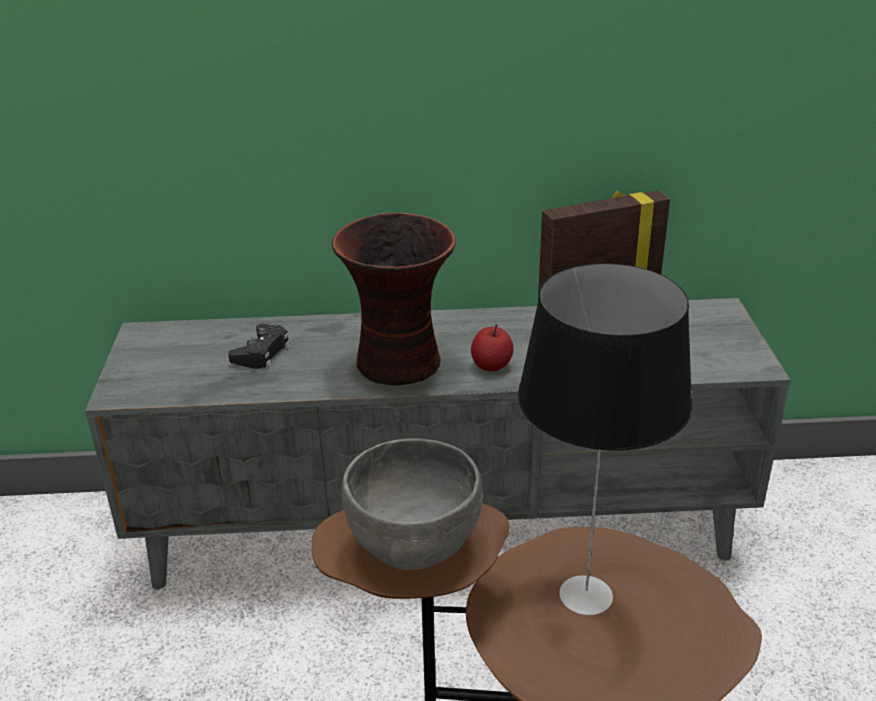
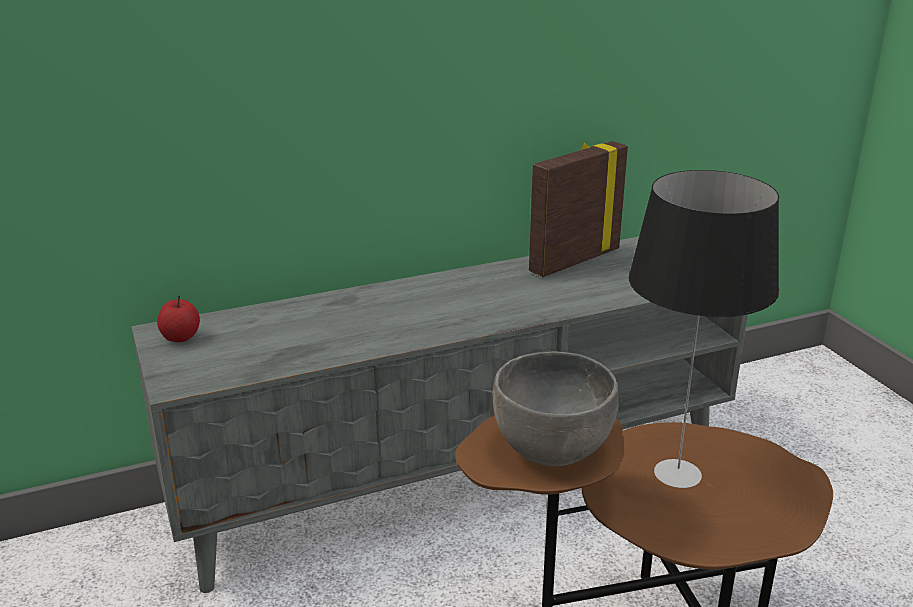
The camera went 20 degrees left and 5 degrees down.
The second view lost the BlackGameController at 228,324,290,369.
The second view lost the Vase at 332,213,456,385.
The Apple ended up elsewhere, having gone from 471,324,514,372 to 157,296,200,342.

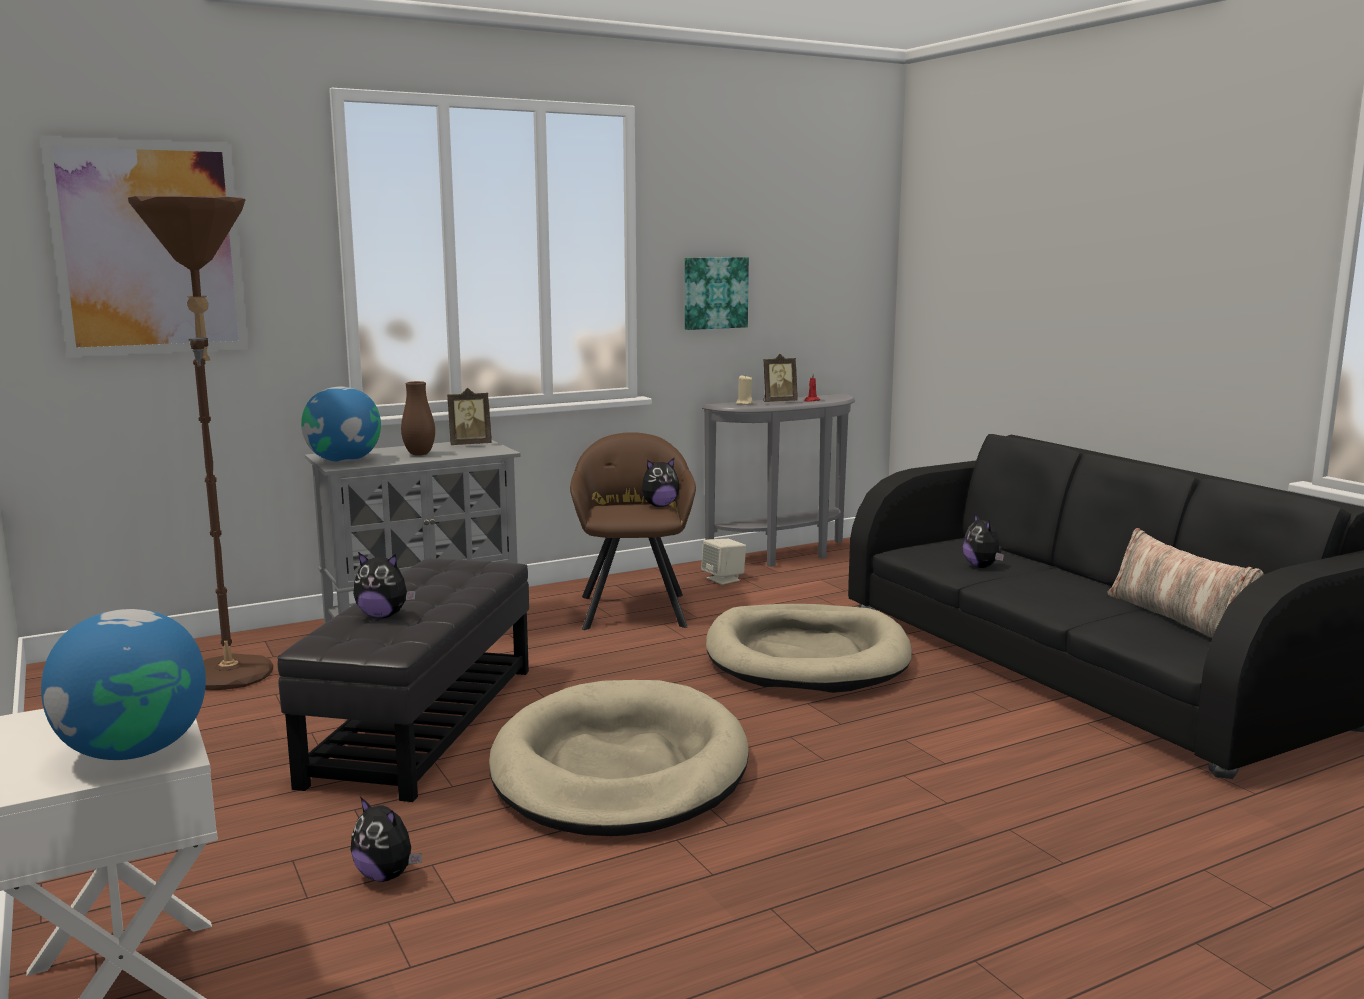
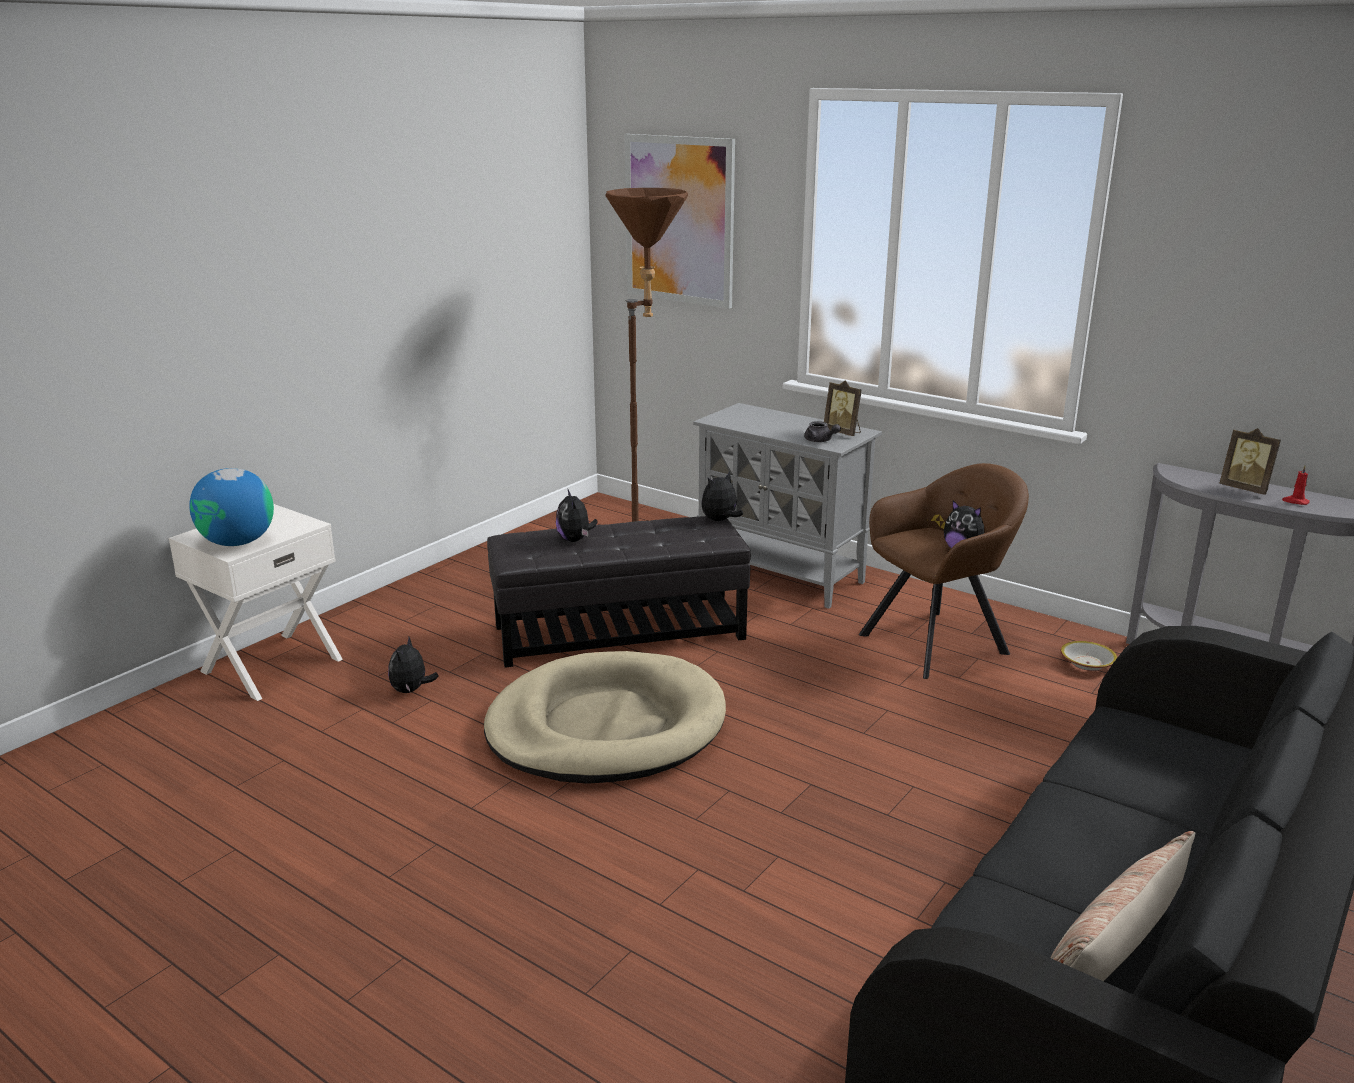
The camera went 65 degrees right and 10 degrees up.
The second view lost the Globe at 301,387,381,462.
The second view lost the BrownVase at 401,381,435,456.
The second view lost the Picture at 685,257,749,330.
The second view lost the BeigeDogBed at 706,604,912,693.
The second view lost the BeigeCandle at 736,375,753,405.
The second view gained the GreyTeapot at 804,421,841,442.
The PlushToy ended up elsewhere, having gone from 963,514,1004,568 to 702,471,743,521.
Where the BeigeSpeaker stood at 701,539,746,585, the Bowl came to stand at 1061,641,1117,671.

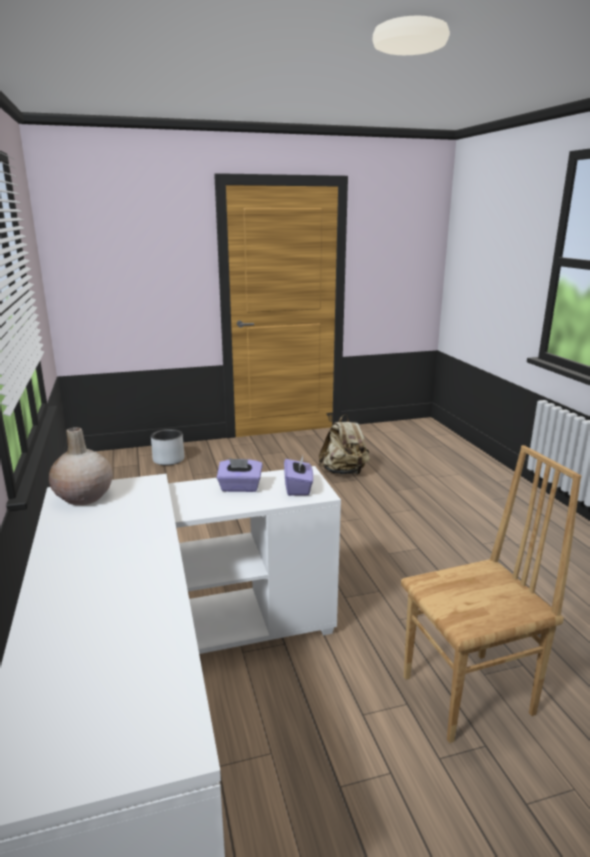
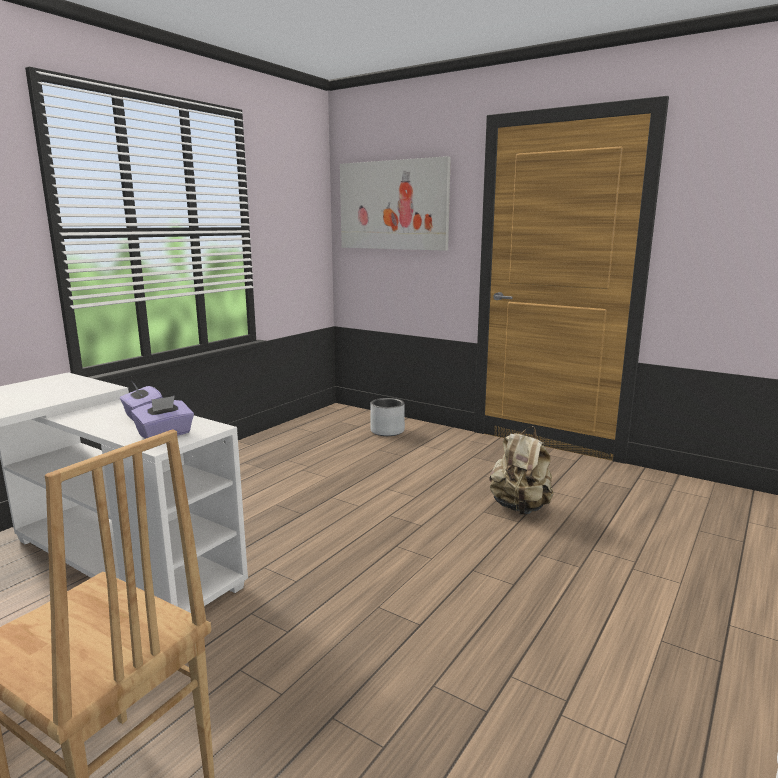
The camera went 50 degrees right and 5 degrees down.
The second view lost the BeigeVase at 49,427,113,505.
The second view gained the Picture at 340,156,451,251.

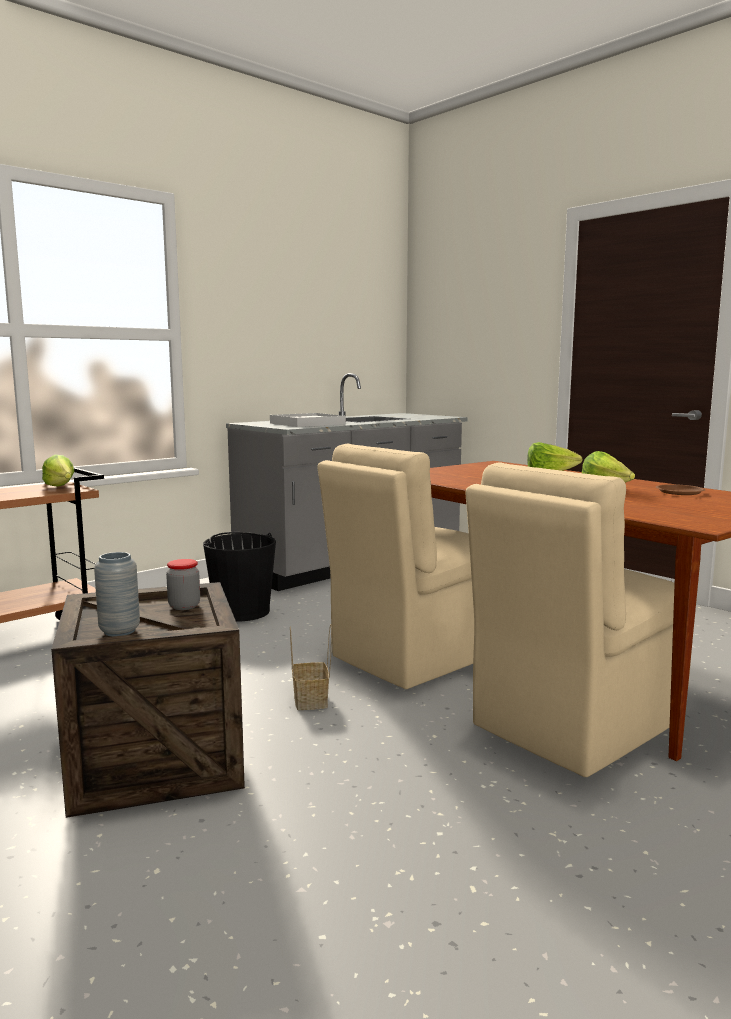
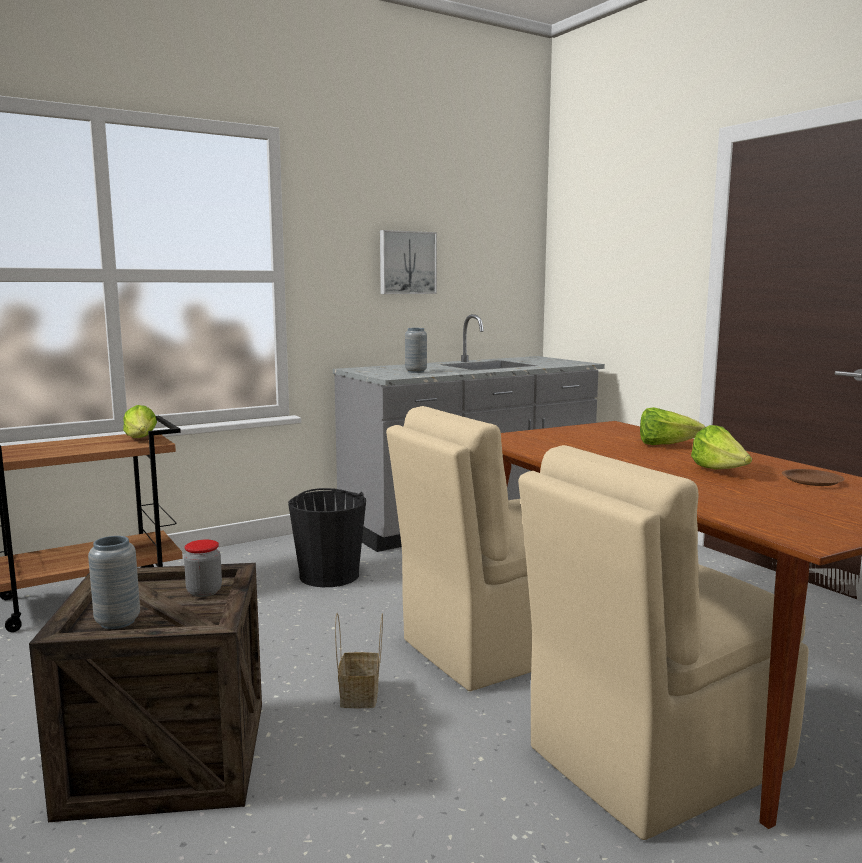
The camera went 10 degrees right and 0 degrees up.
The second view gained the Picture at 380,230,437,294.
Where the WhiteTray stood at 270,413,346,427, the GreyVase came to stand at 405,328,427,373.

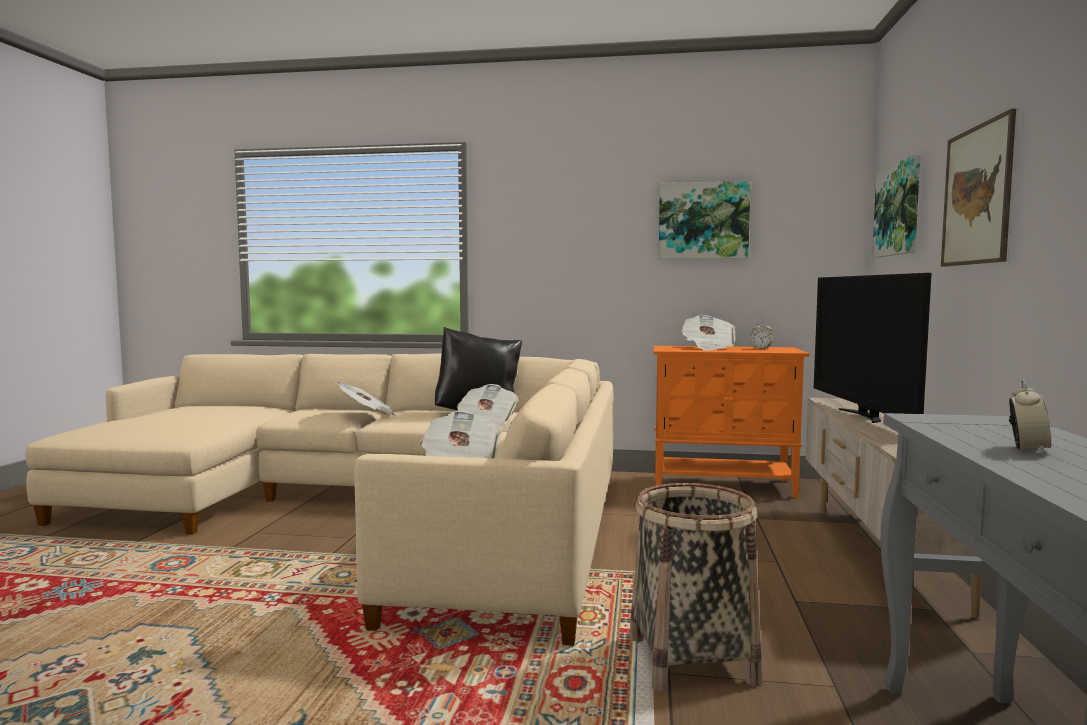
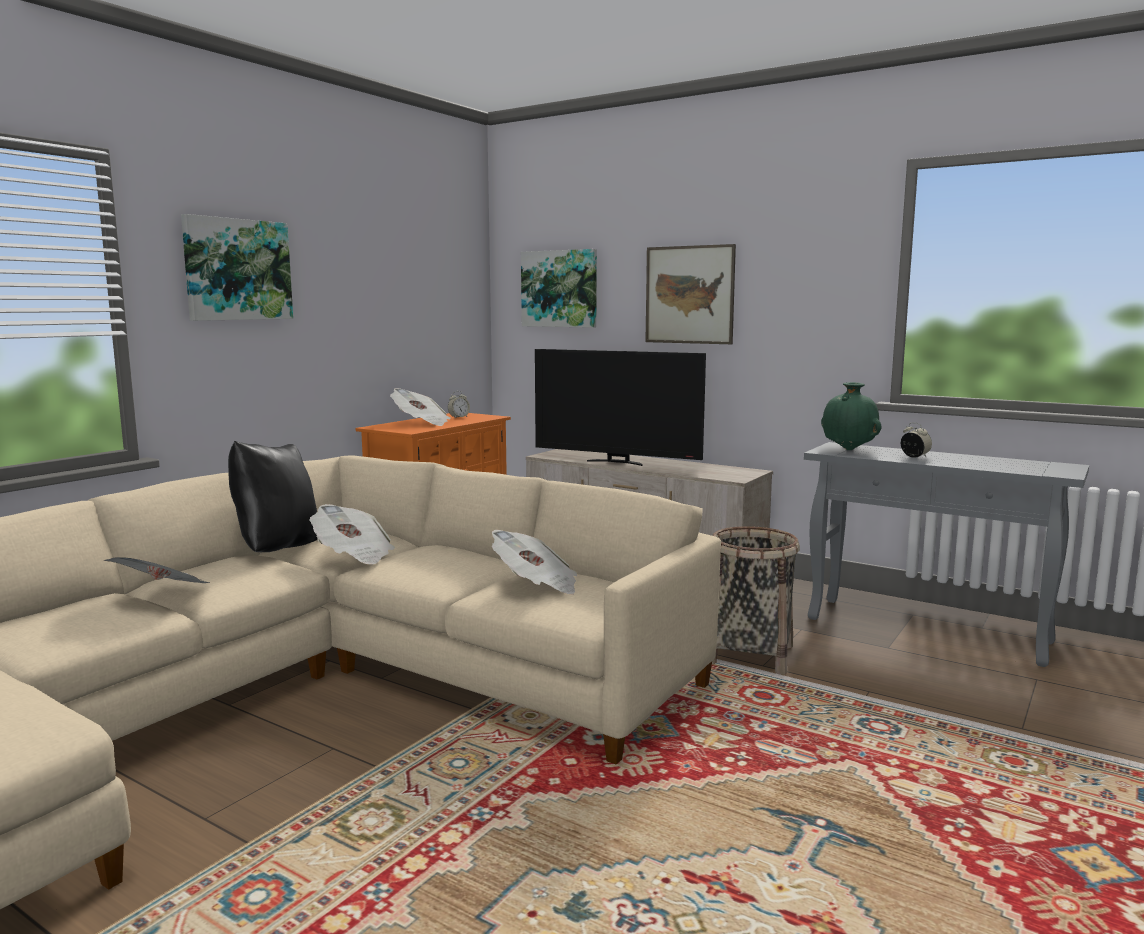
The camera went 65 degrees left and 5 degrees up.
The second view gained the GreenVase at 821,382,881,450.
The Picture ended up elsewhere, having gone from 659,181,751,259 to 181,214,293,321.

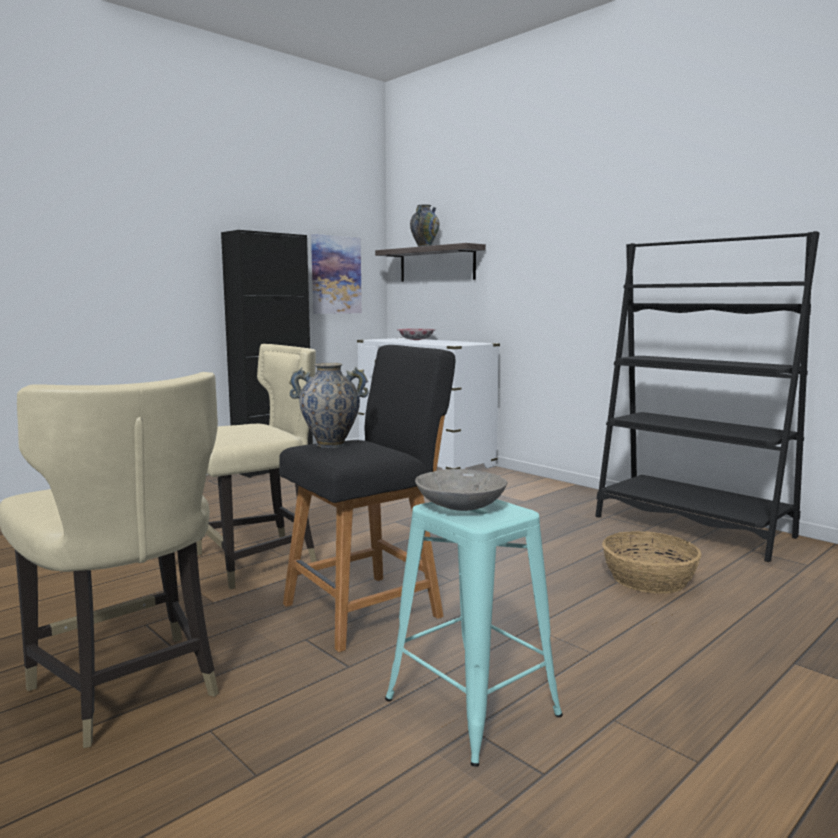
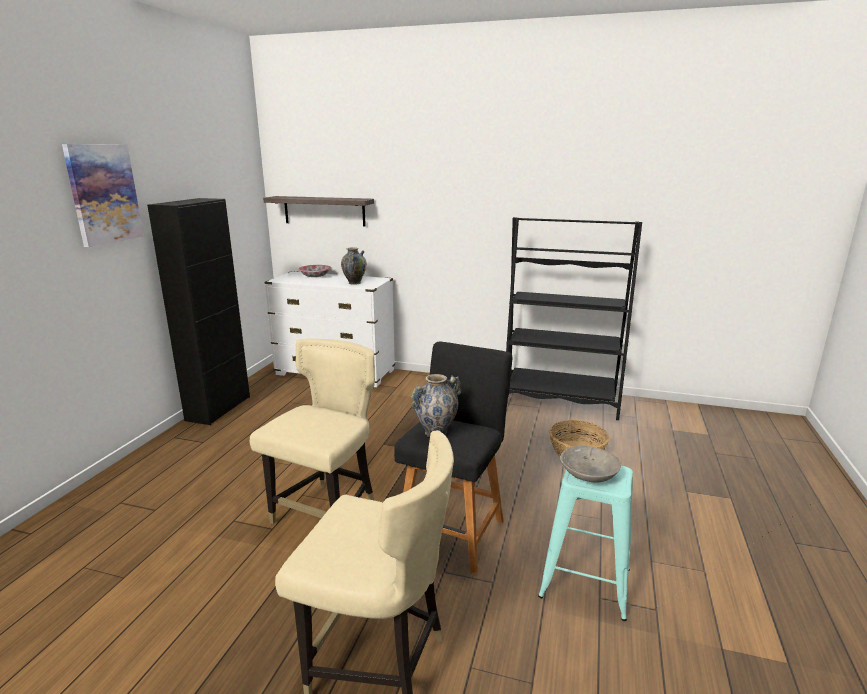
The camera went 30 degrees left and 10 degrees up.
The Picture ended up elsewhere, having gone from 311,234,362,314 to 62,144,144,247.
The Vase ended up elsewhere, having gone from 410,204,439,247 to 341,247,367,285.

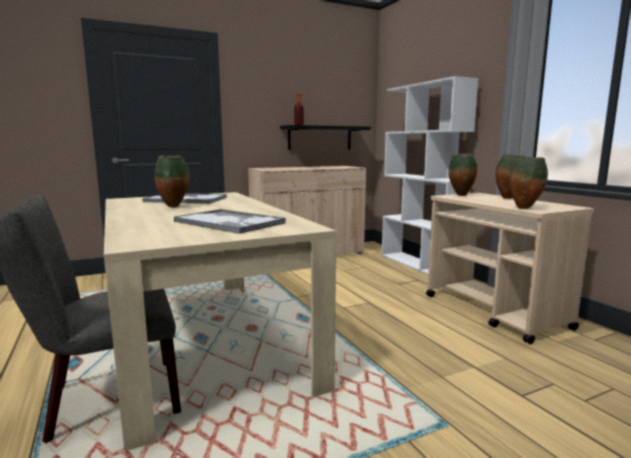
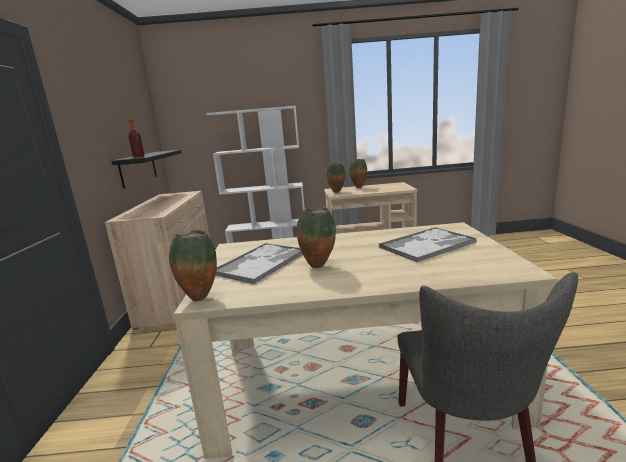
The camera went 65 degrees left and 5 degrees up.
The Vase ended up elsewhere, having gone from 510,156,548,209 to 169,230,217,301.

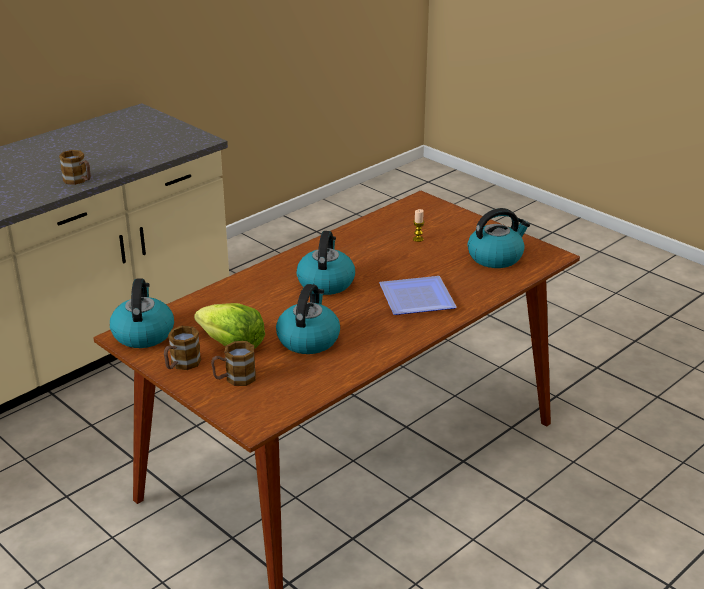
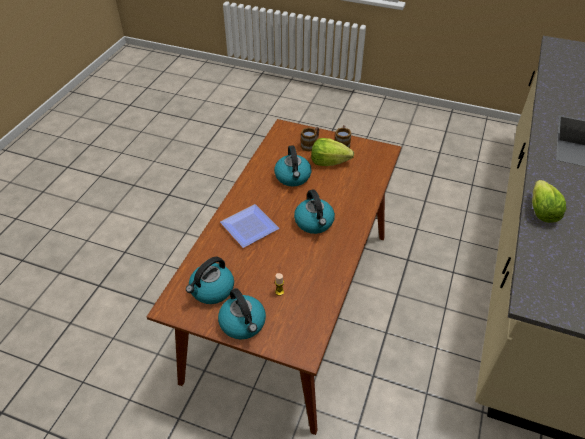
The camera went 155 degrees right and 15 degrees up.
The Kettle ended up elsewhere, having gone from 110,278,174,348 to 218,288,266,340.
Where the Mug stood at 59,150,91,185, the Lettuce came to stand at 532,180,566,223.

